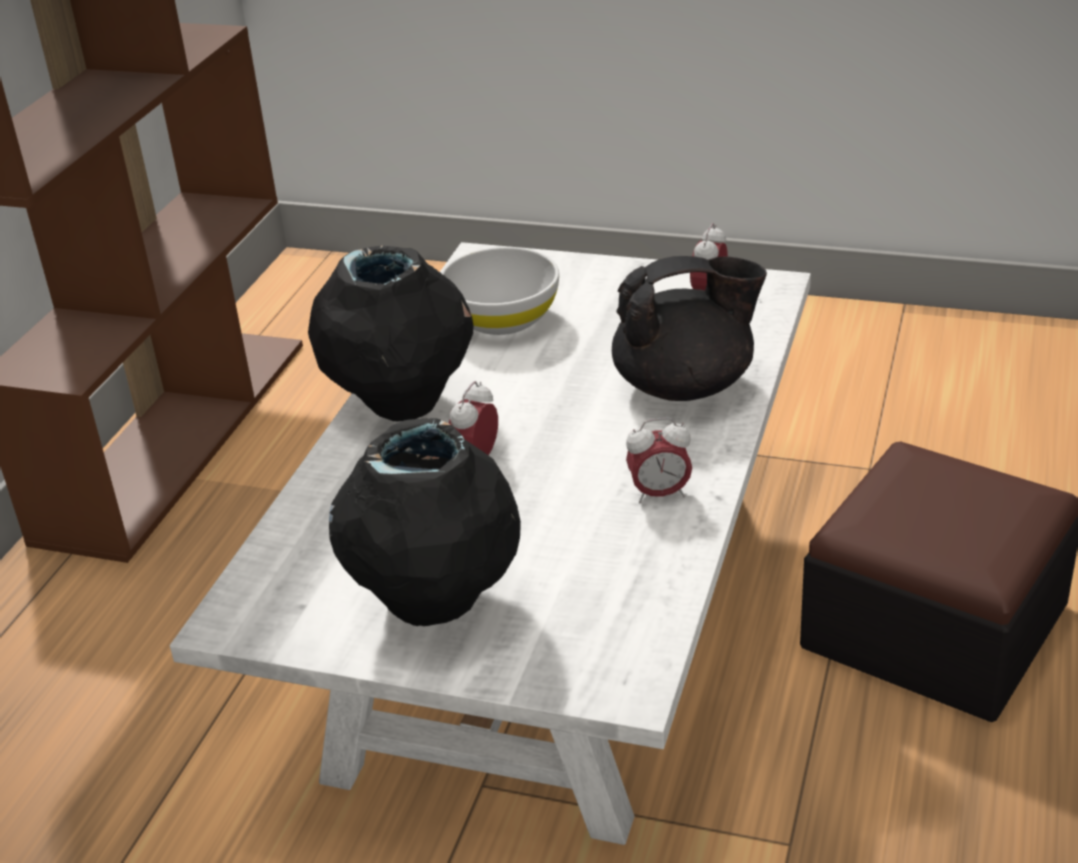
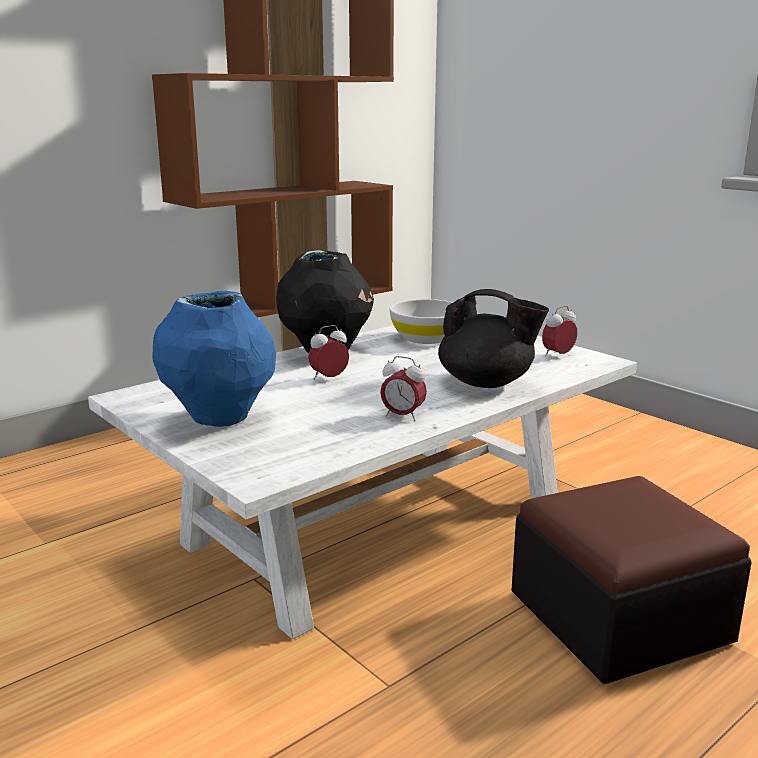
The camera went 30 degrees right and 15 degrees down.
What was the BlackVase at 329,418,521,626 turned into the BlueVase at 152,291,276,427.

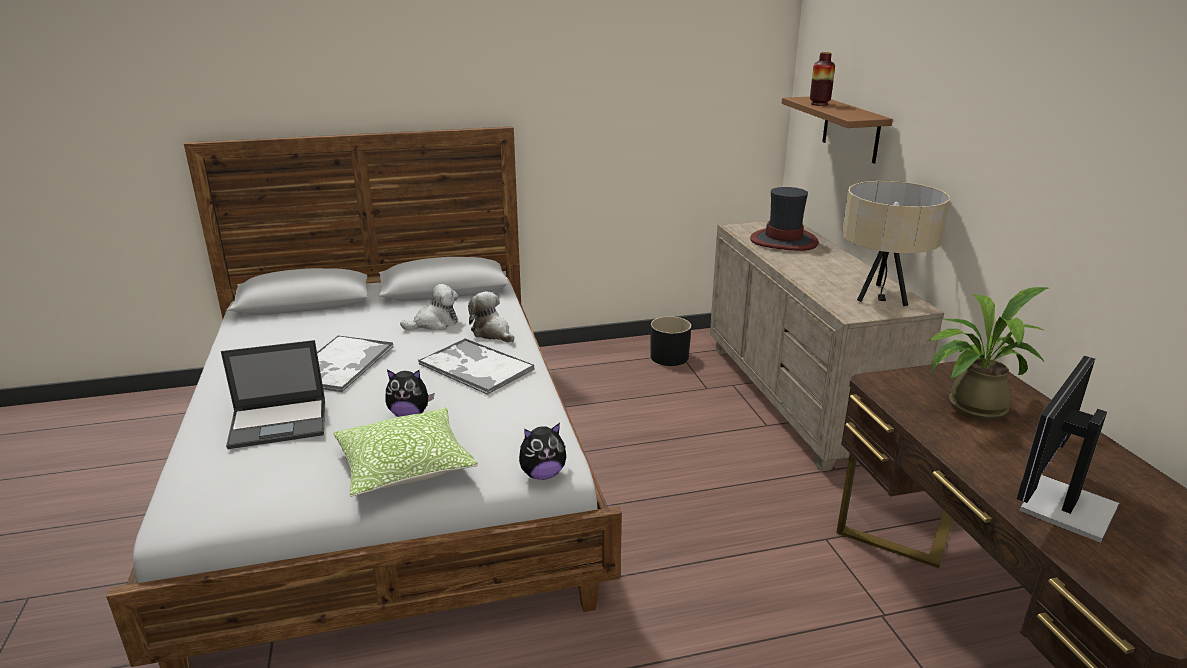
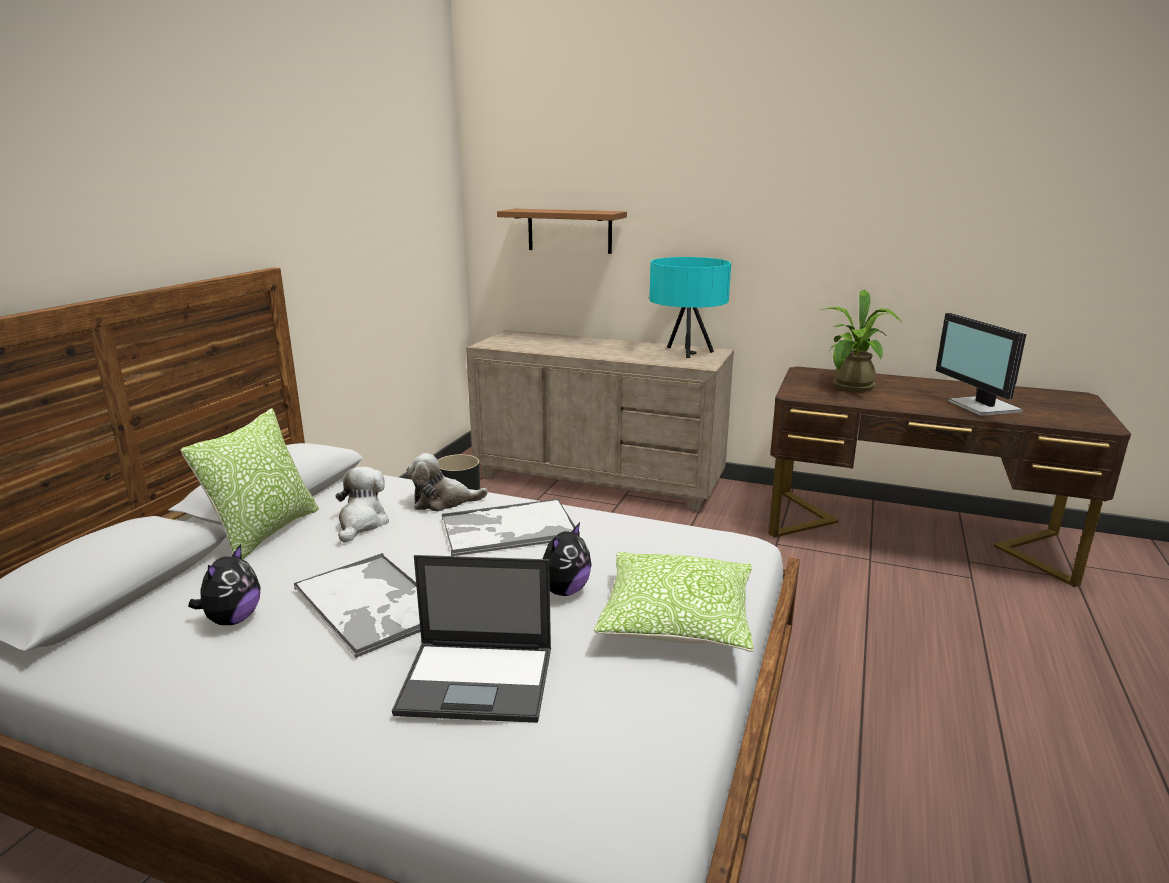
The camera went 55 degrees left and 5 degrees down.
The second view lost the Hat at 750,187,819,251.
The second view lost the Vase at 810,52,835,106.
The second view gained the Pillow at 180,408,319,560.
The PlushToy ended up elsewhere, having gone from 519,423,566,480 to 188,544,260,625.
What was the BeigeTableLamp at 842,181,950,306 turned into the TurquoiseTableLamp at 649,257,731,358.
The Laptop at 221,340,325,449 ended up facing another way, 75 degrees clockwise from before.

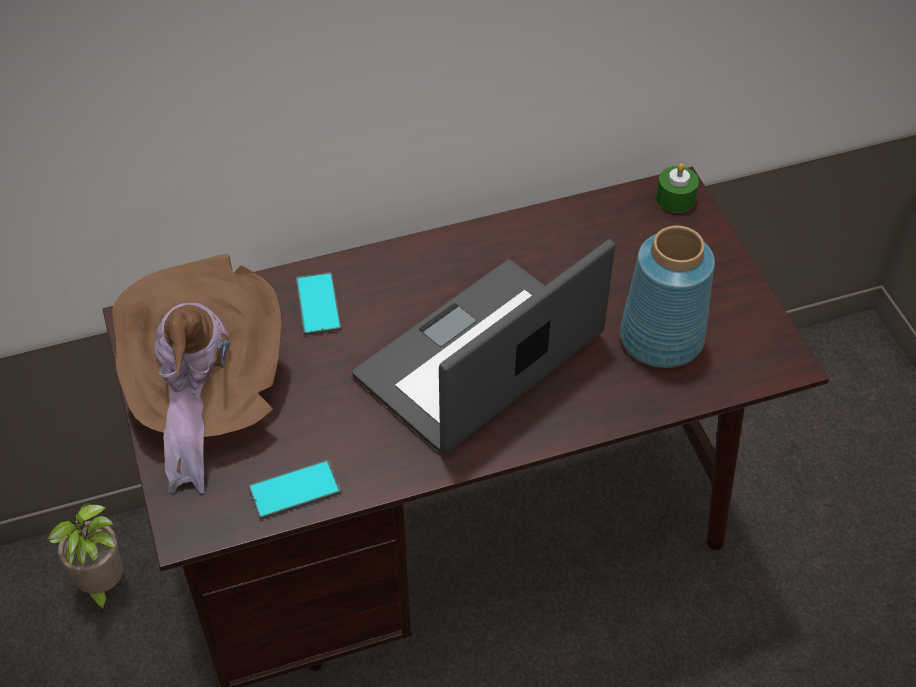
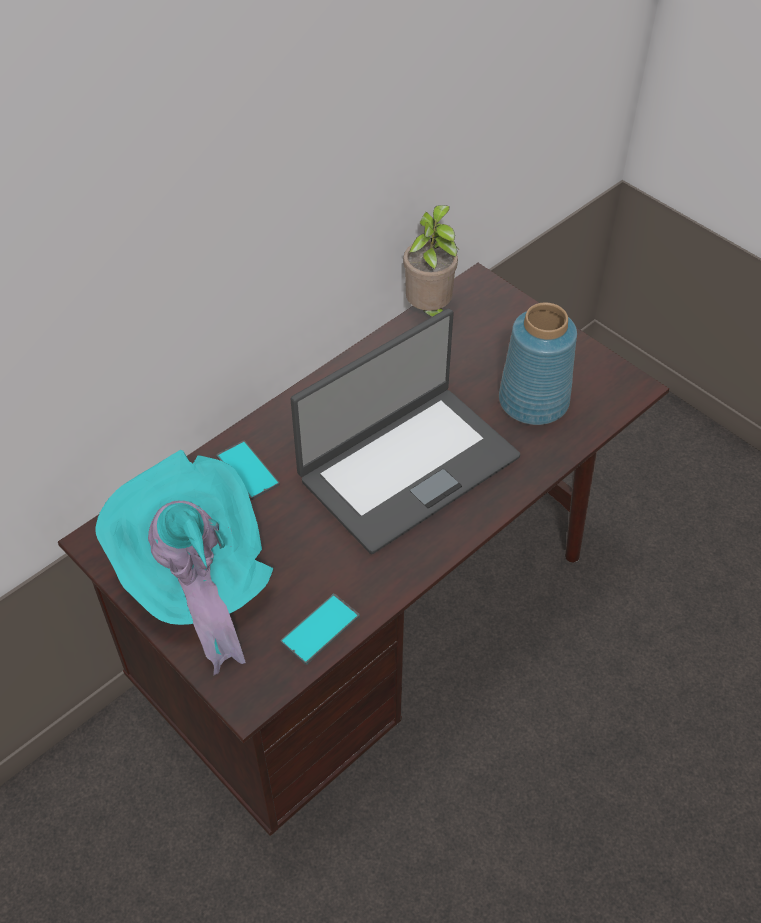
The camera went 25 degrees left and 0 degrees up.
The second view lost the GreenCandle at 656,163,699,213.
The PottedPlant ended up elsewhere, having gone from 47,502,123,615 to 403,205,458,317.
What was the BrownHat at 112,254,282,494 turned into the TurquoiseHat at 95,450,273,676.
The Laptop at 352,239,615,453 ended up facing another way, 150 degrees counterclockwise from before.

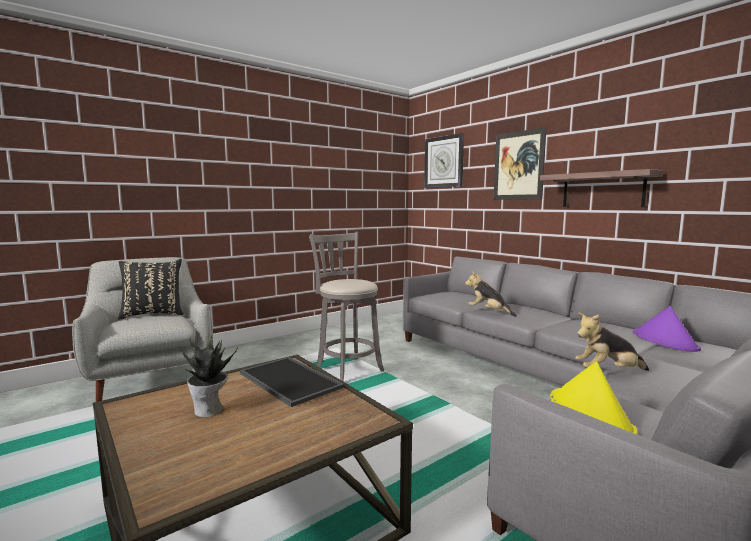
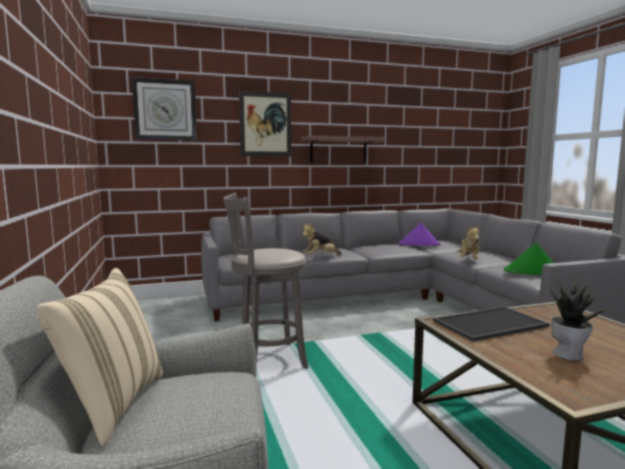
The camera went 70 degrees left and 0 degrees up.
What was the BlackPillow at 118,259,183,319 turned into the BeigePillow at 37,268,163,447.
What was the YellowHat at 550,361,637,434 turned into the GreenHat at 504,242,554,275.

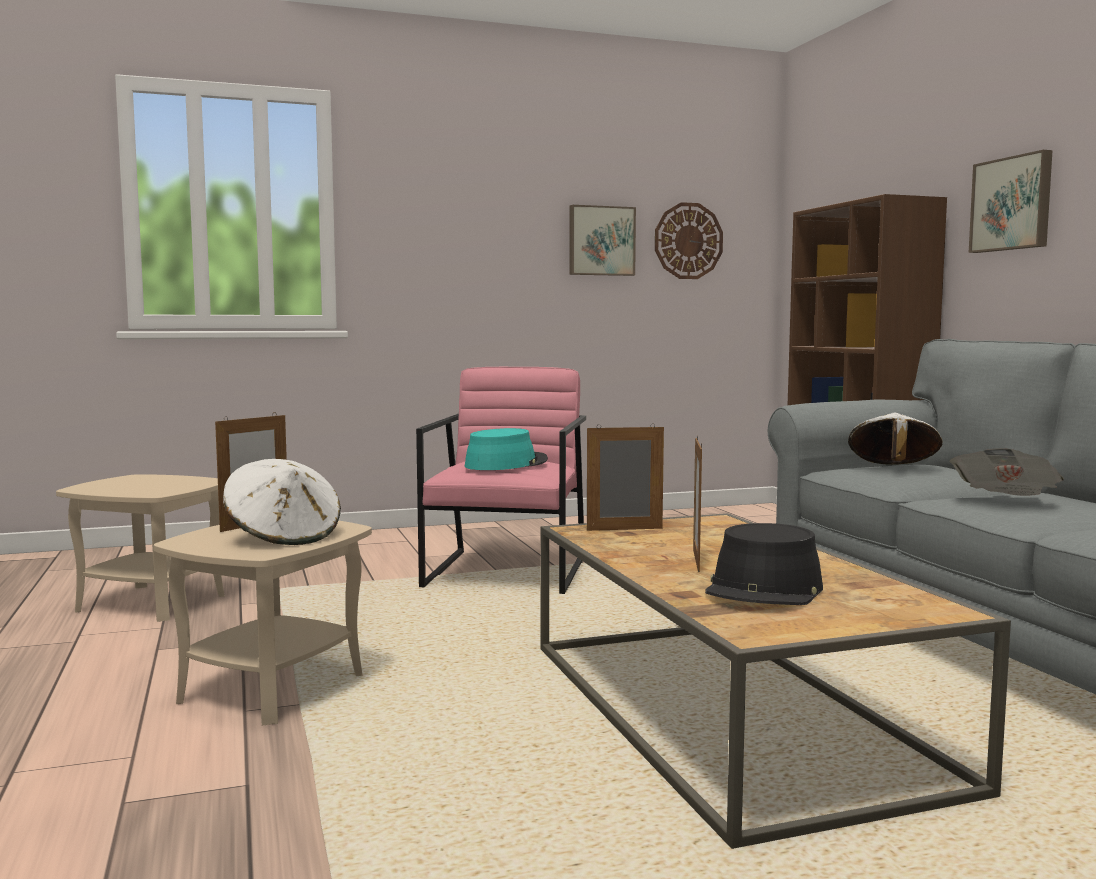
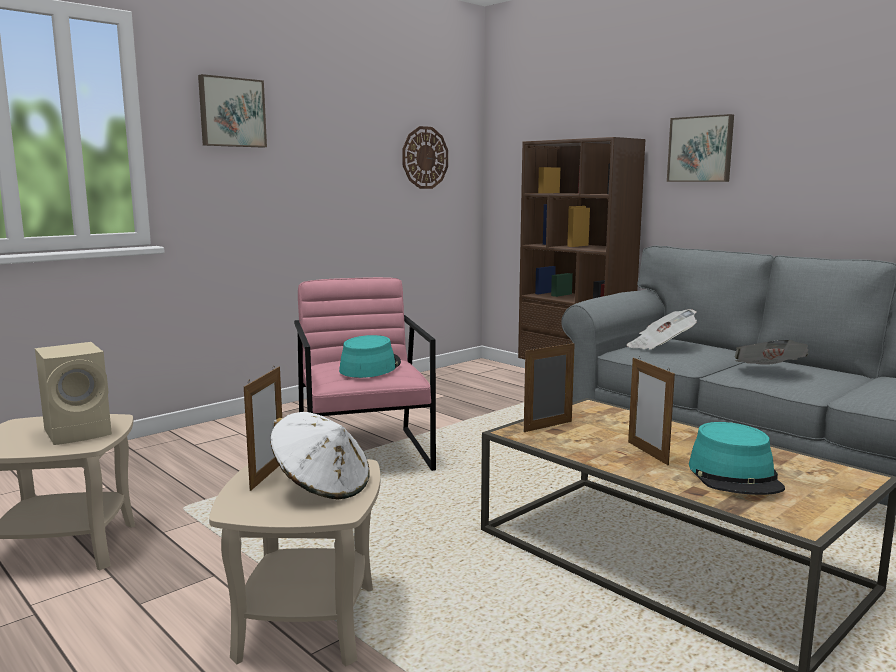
The camera went 25 degrees left and 5 degrees up.
The second view gained the BeigeSpeaker at 35,342,112,445.
The Picture ended up elsewhere, having gone from 569,205,636,276 to 198,74,267,148.
Where the WhiteHat stood at 848,413,943,465, the Newspaper came to stand at 627,309,697,350.
What was the BlackHat at 705,523,823,605 turned into the TurquoiseHat at 689,422,785,495.

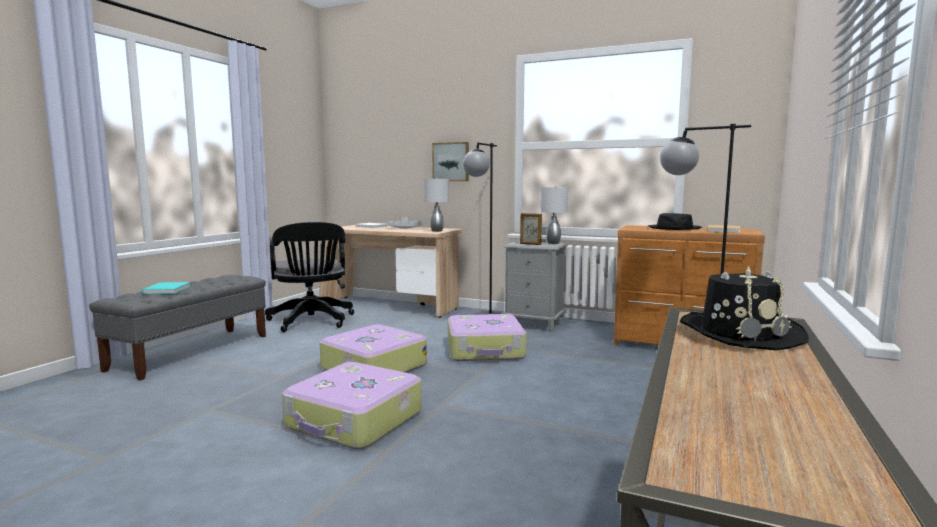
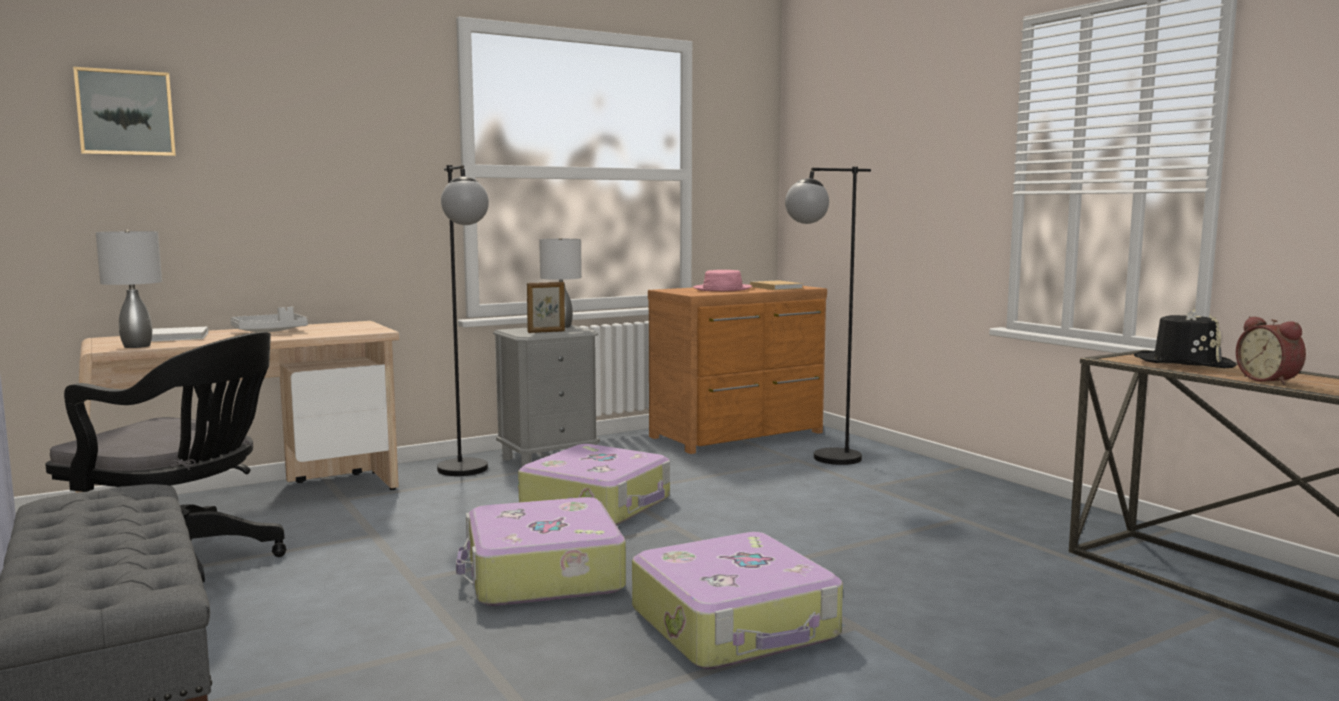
The camera went 55 degrees left and 0 degrees up.
The second view lost the TurquoiseBook at 142,282,190,294.
The second view gained the AlarmClock at 1236,316,1306,385.
The GreyTableLamp ended up elsewhere, having gone from 424,178,449,232 to 96,230,162,348.
The Picture ended up elsewhere, having gone from 432,142,469,181 to 73,67,176,156.
What was the BlackHat at 648,213,702,230 turned into the PinkHat at 693,270,752,291.

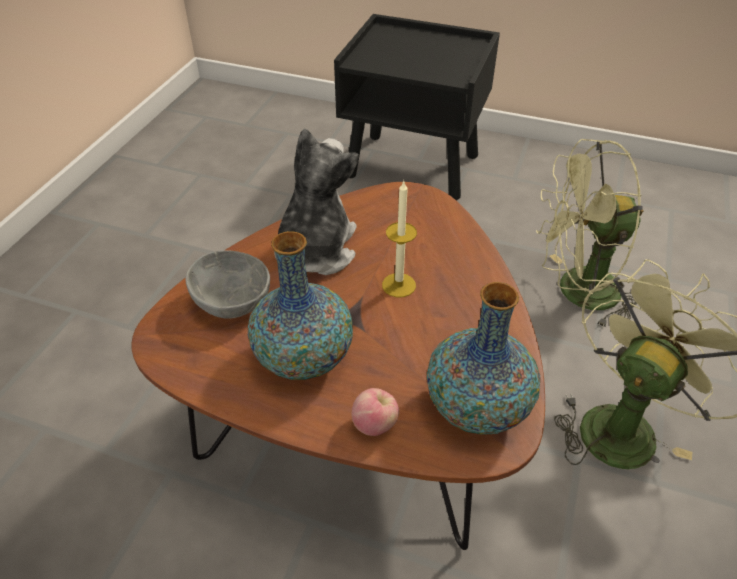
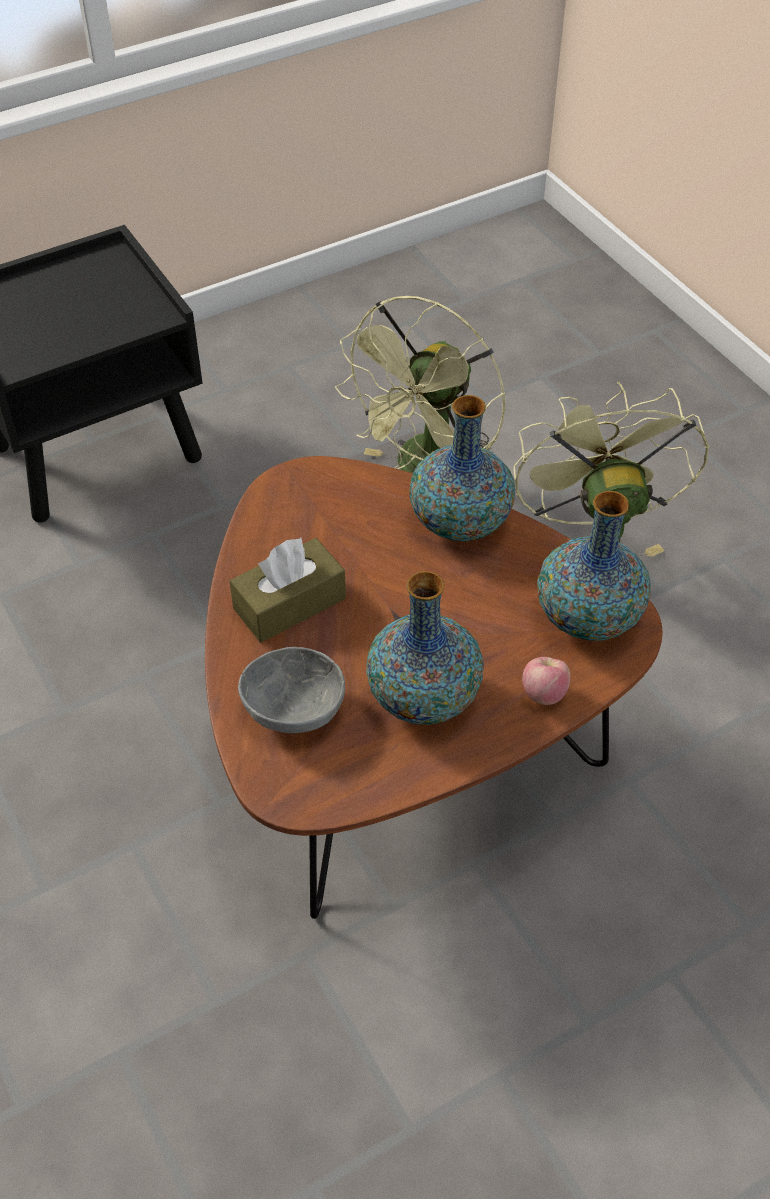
The camera went 50 degrees left and 5 degrees up.
The second view lost the Candle at 382,181,417,297.
The second view gained the Vase at 409,395,515,541.
Where the PlushToy stood at 274,128,359,275, the BrownTissueBox came to stand at 229,537,346,642.

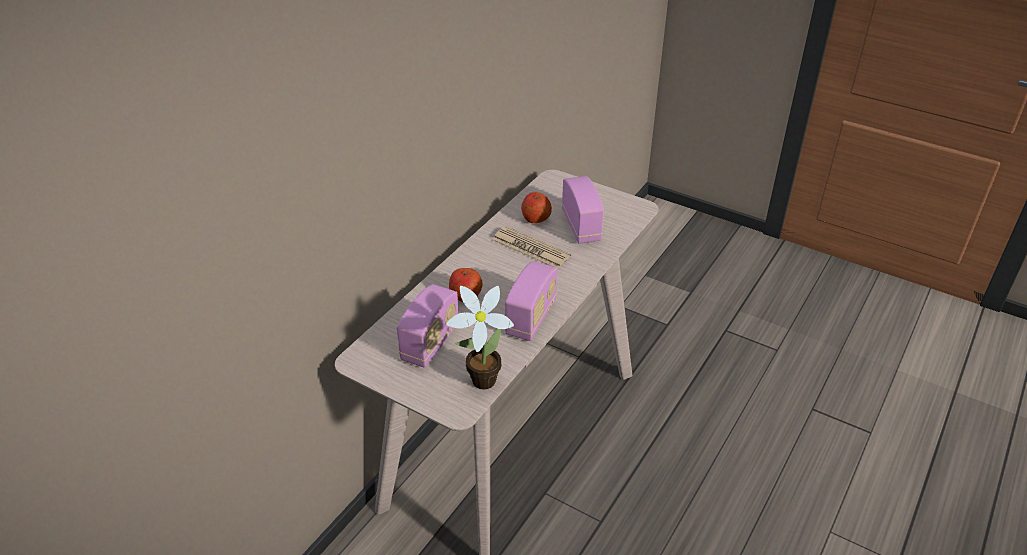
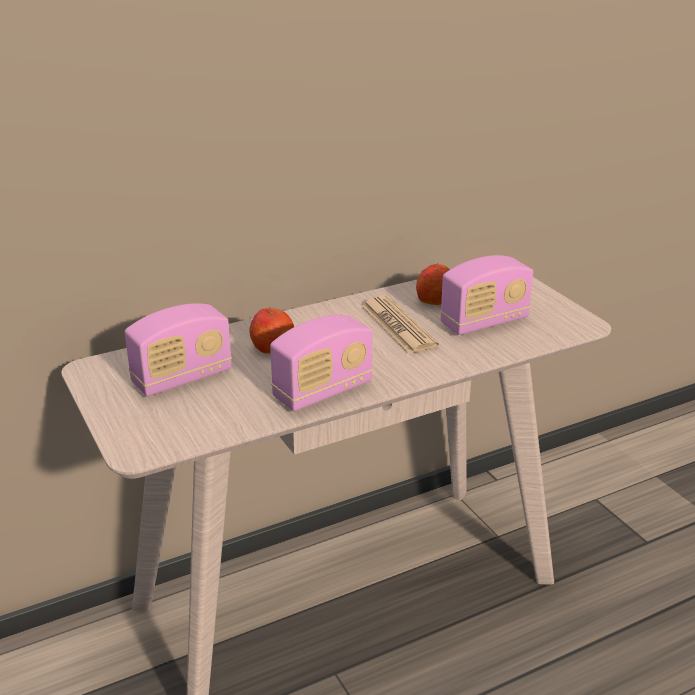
The camera went 30 degrees right and 10 degrees down.
The second view lost the PottedPlant at 446,286,514,390.
The Radio at 562,176,604,244 ended up facing another way, 45 degrees clockwise from before.

